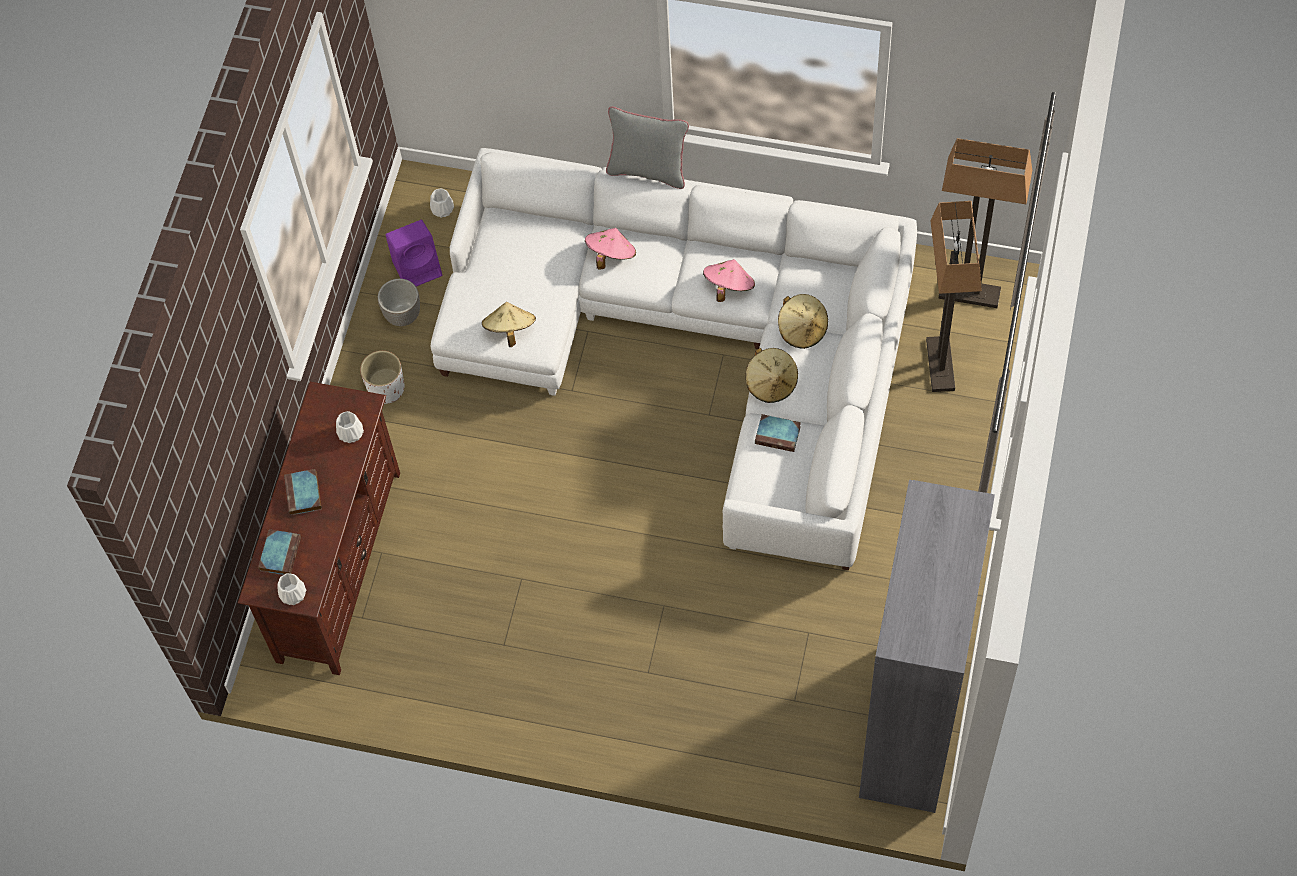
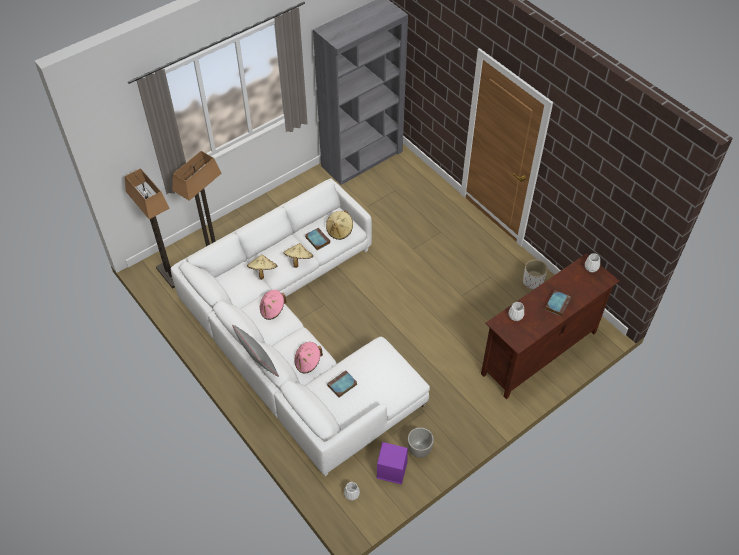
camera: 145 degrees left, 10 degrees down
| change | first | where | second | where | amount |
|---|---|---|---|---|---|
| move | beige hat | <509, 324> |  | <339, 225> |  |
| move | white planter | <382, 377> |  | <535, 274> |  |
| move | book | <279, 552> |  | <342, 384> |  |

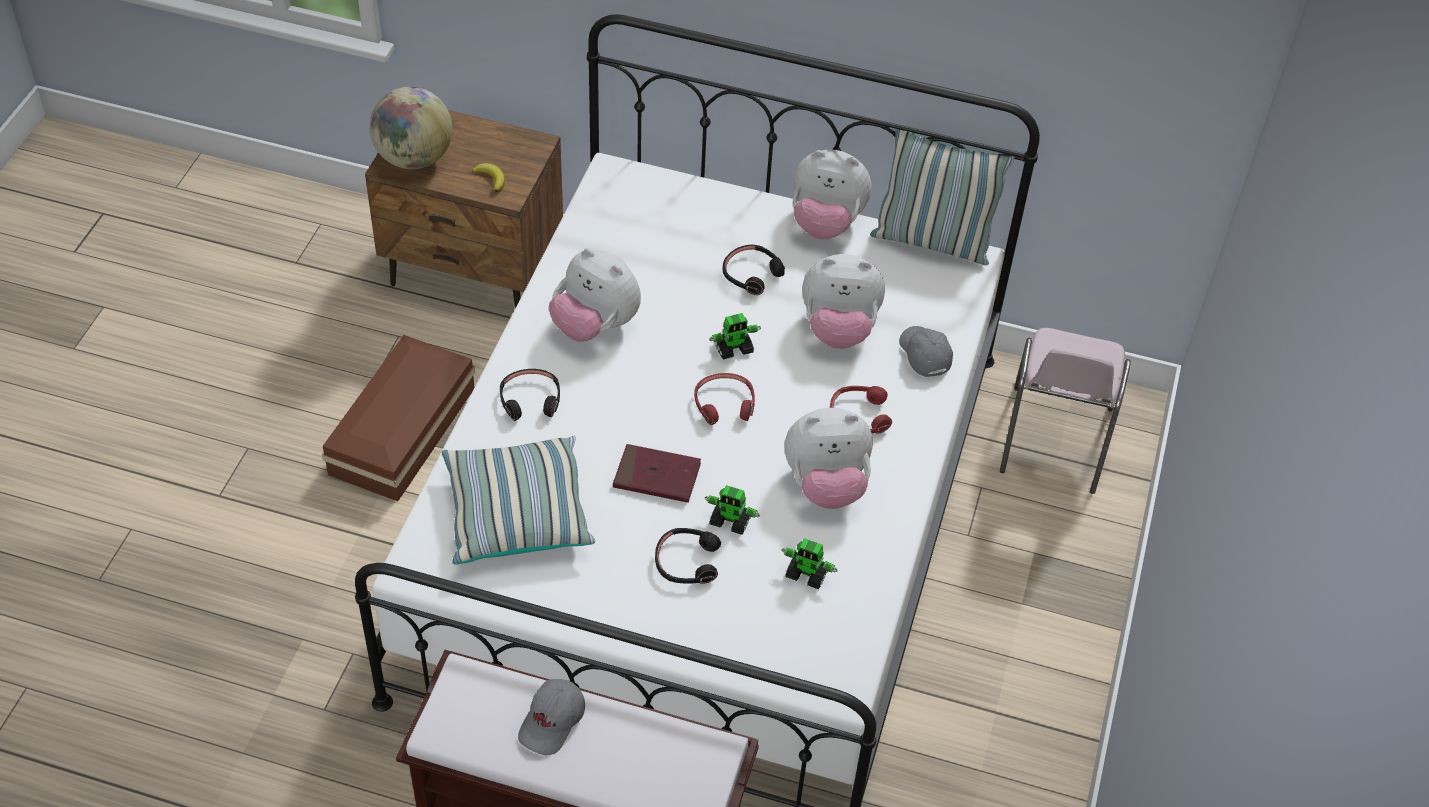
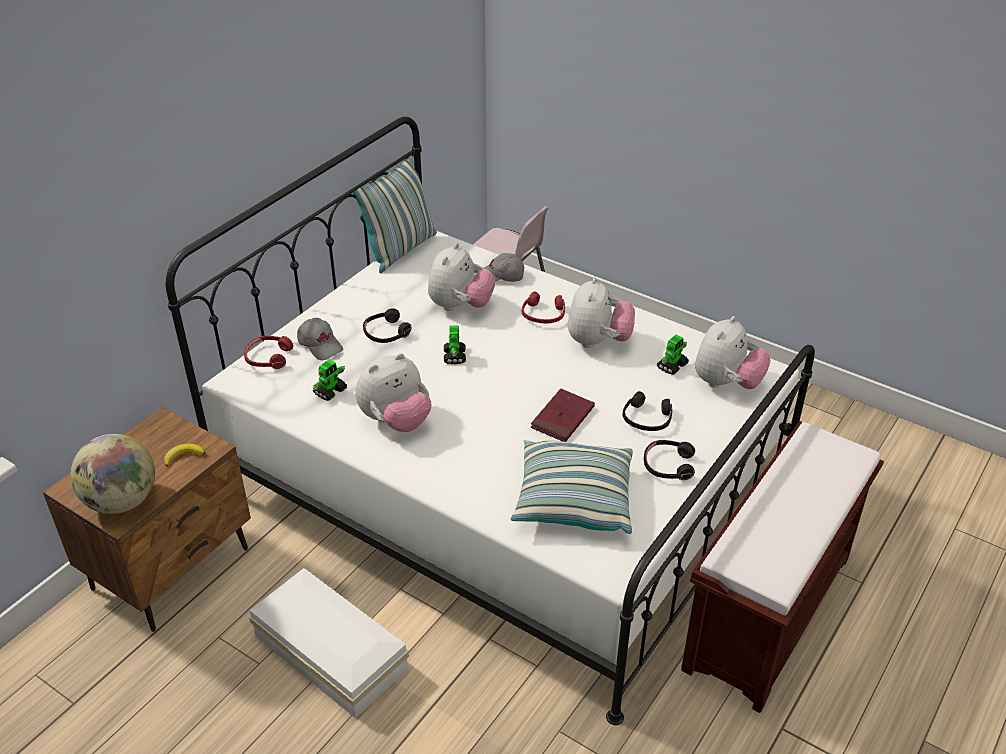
camera: 70 degrees left, 10 degrees down
| change | first | where | second | where | amount |
|---|---|---|---|---|---|
| move | plush toy | <832, 194> |  | <732, 352> |  |
| recolor | brown storage box | <398, 418> | white storage box | <329, 643> |  |
| move | black headphones | <530, 395> |  | <669, 460> |  |
| move | red headphones | <724, 399> |  | <268, 352> |  |
| move | toy robot | <732, 510> |  | <330, 380> |  |
| move | grey cap | <551, 717> |  | <320, 339> |  |

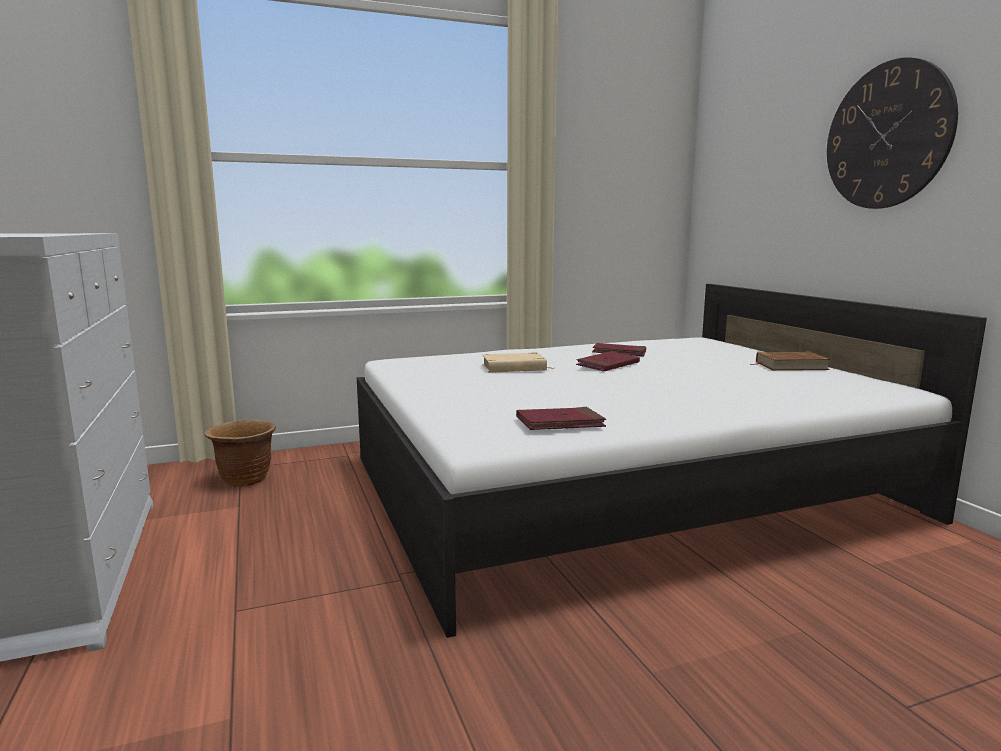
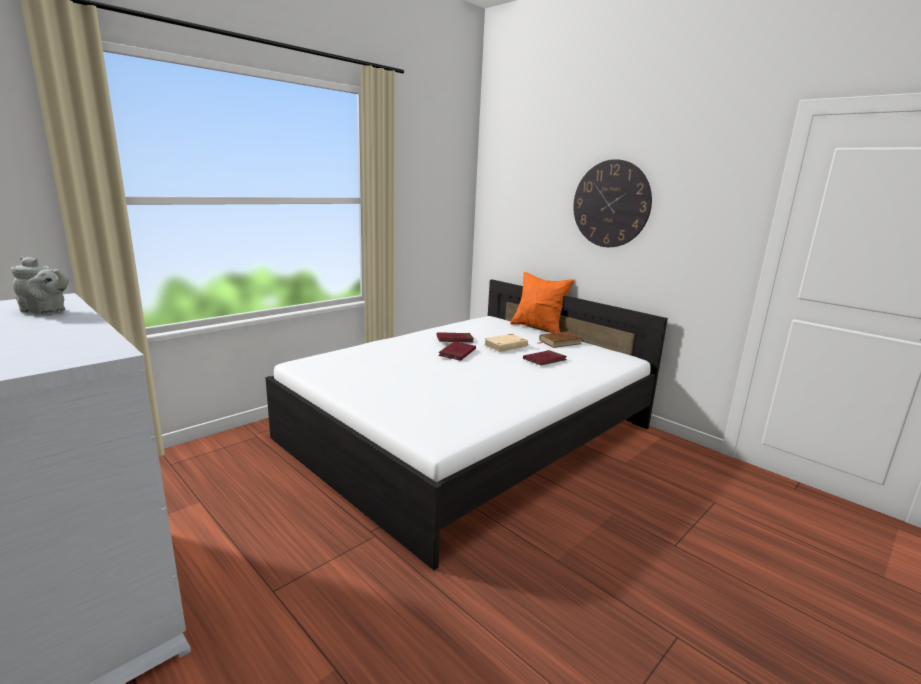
camera: 25 degrees left, 5 degrees up
| change | first | where | second | where | amount |
|---|---|---|---|---|---|
| move | beige book | <518, 363> |  | <506, 343> |  |
| move | red book | <561, 418> |  | <545, 358> |  |
| delete | brown planter | <240, 452> |  |  |  |
| insert |  |  | grey teapot | <40, 285> |  |
| insert |  |  | orange pillow | <542, 302> |  |

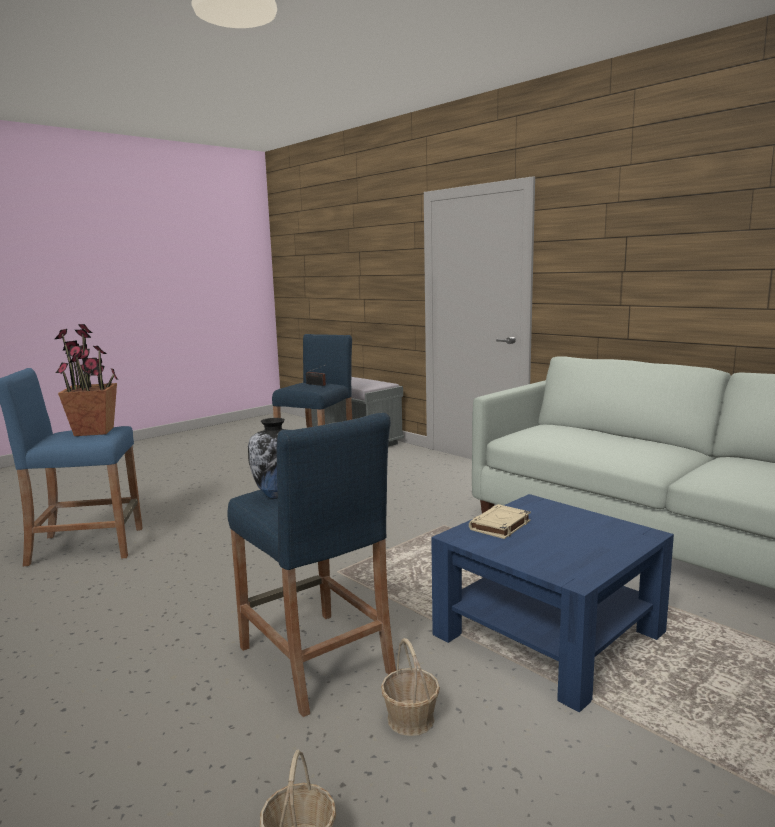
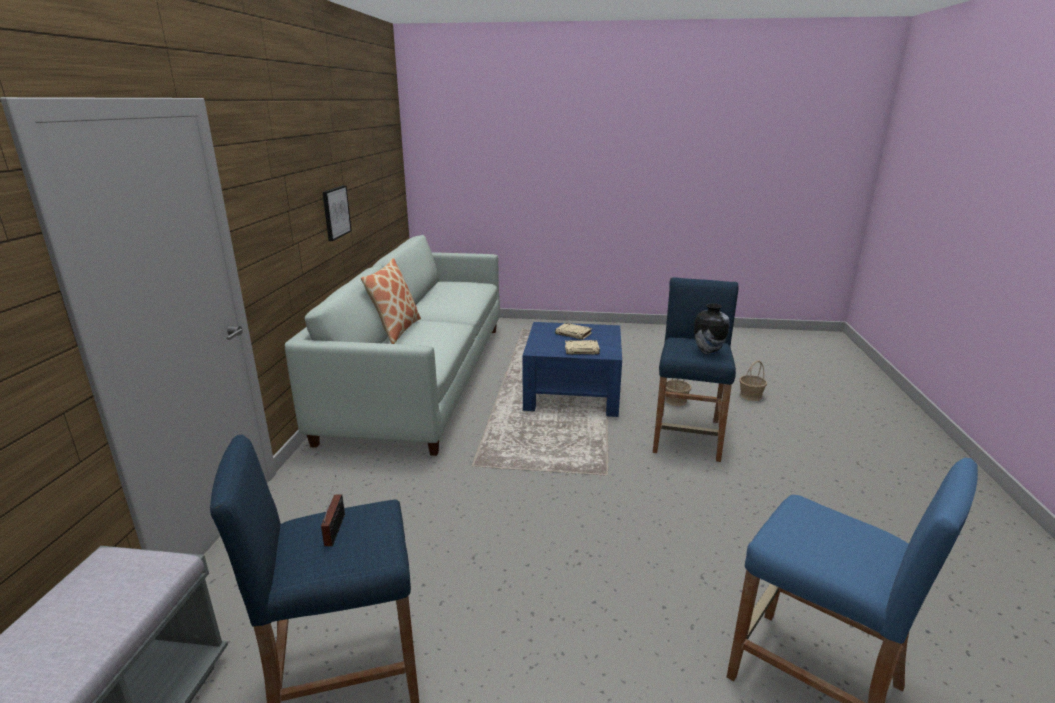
camera: 130 degrees left, 10 degrees up
| change | first | where | second | where | amount |
|---|---|---|---|---|---|
| delete | potted plant | <86, 380> |  |  |  |
| insert |  |  | picture | <337, 213> |  |
| insert |  |  | pillow | <391, 301> |  |
| insert |  |  | beige book | <573, 331> |  |

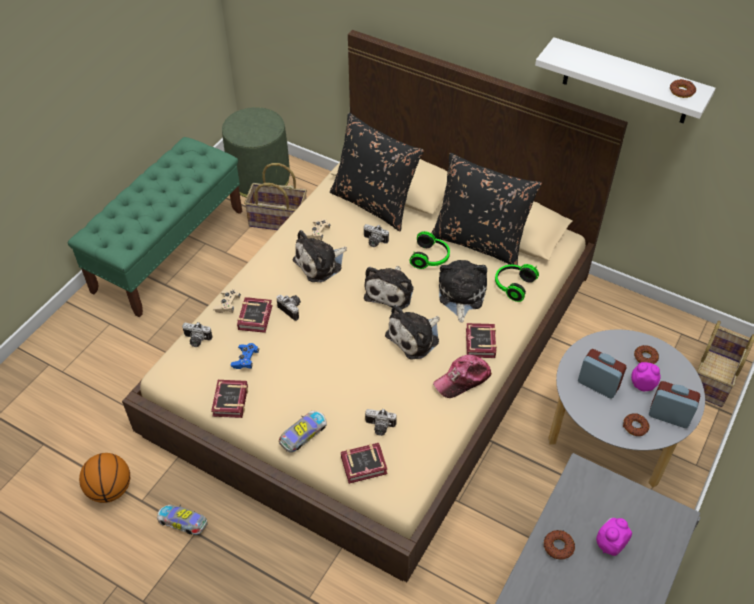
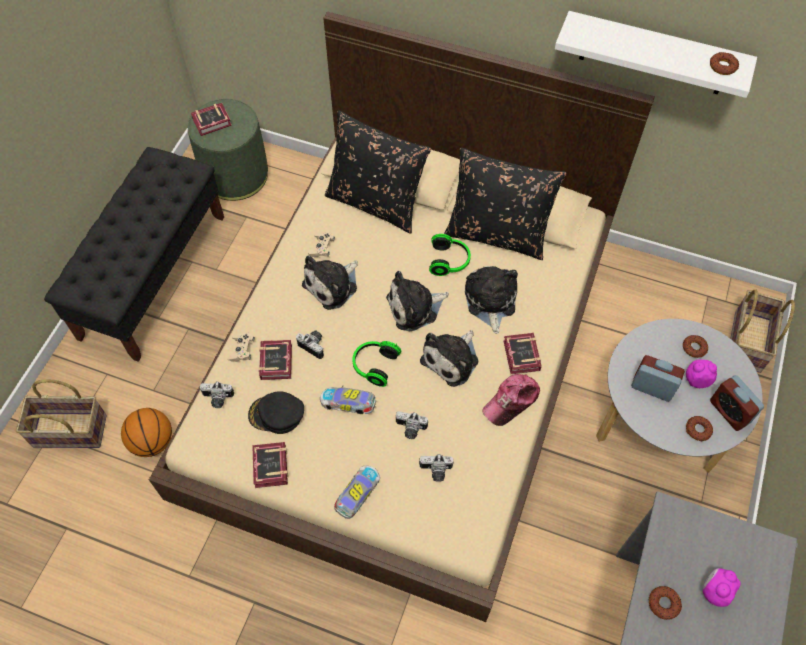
camera: 10 degrees left, 10 degrees up
| change | first | where | second | where | amount |
|---|---|---|---|---|---|
| recolor | green bench | <155, 227> | black bench | <134, 254> |  |
| move | basket | <275, 196> |  | <61, 413> |  |
| move | photo camera | <376, 235> |  | <412, 425> |  |
| move | headphones | <517, 283> |  | <376, 364> |  |
| rotate | plush toy | <389, 288> |  | <417, 301> | 60 degrees clockwise |
| replace | blue game controller | <245, 356> | black cap | <276, 412> |  |
| rotate | alarm clock | <674, 404> |  | <737, 403> | 135 degrees counterclockwise |
| move | book | <364, 463> |  | <211, 119> |  |
| move | basketball | <104, 478> |  | <146, 432> |  |
| move | toy car | <182, 520> |  | <348, 400> |  |

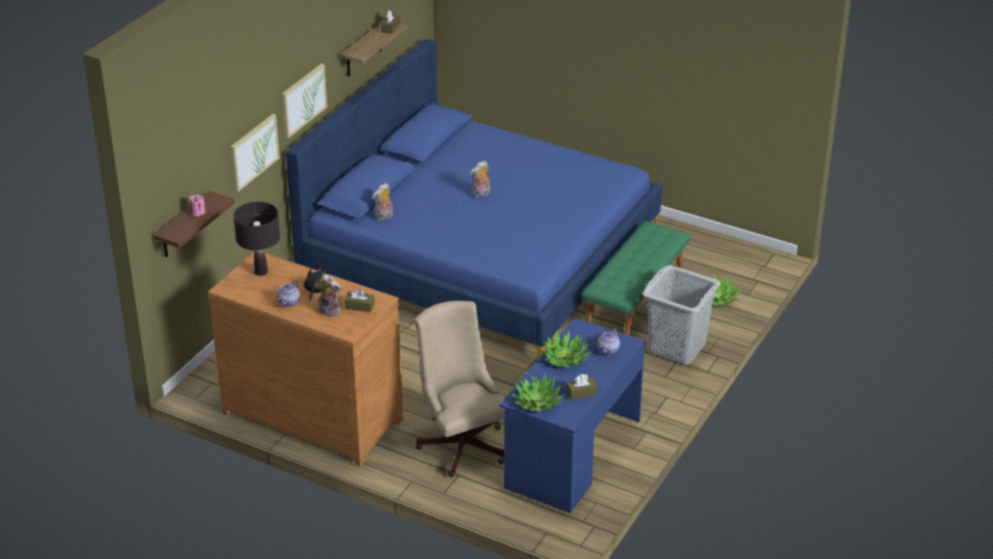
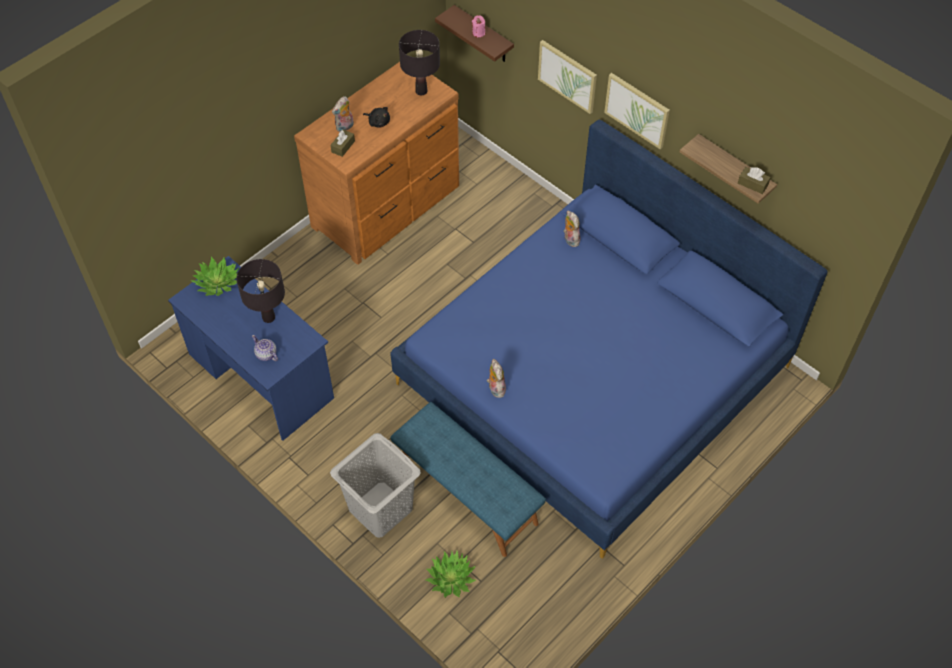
camera: 105 degrees right, 20 degrees up
| change | first | where | second | where | amount |
|---|---|---|---|---|---|
| move | plush toy | <480, 179> |  | <496, 378> |  |
| recolor | green bench | <636, 278> | blue bench | <468, 479> |  |
| delete | teapot | <288, 293> |  |  |  |
| delete | beige office chair | <459, 389> |  |  |  |
| replace | potted plant | <566, 349> | black table lamp | <260, 291> |  |
| delete | brown tissue box | <581, 387> |  |  |  |

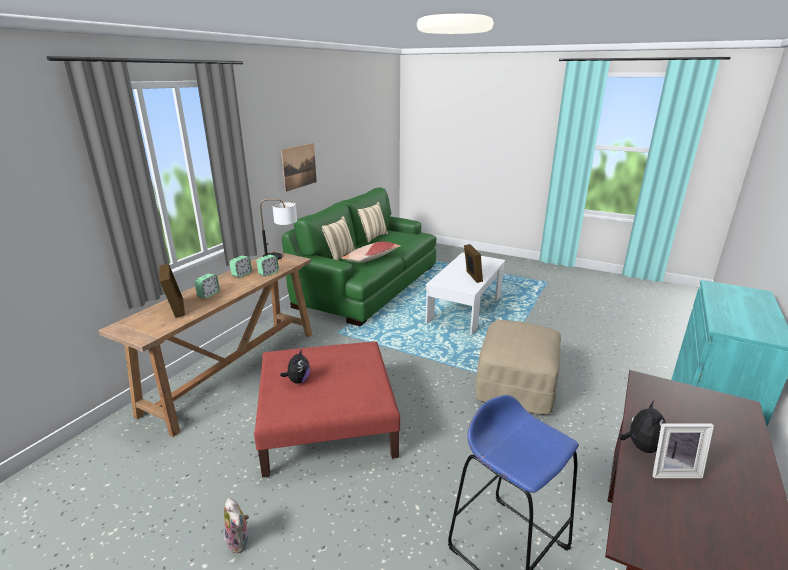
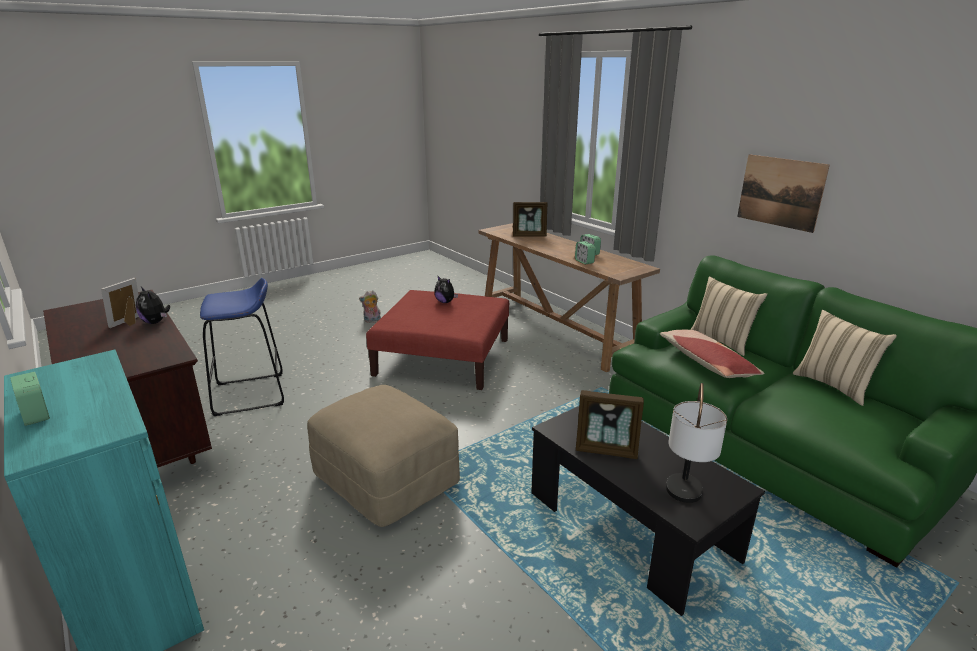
camera: 115 degrees right, 0 degrees up
| change | first | where | second | where | amount |
|---|---|---|---|---|---|
| move | table lamp | <278, 229> |  | <696, 443> |  |
| recolor | white coffee table | <465, 293> | black coffee table | <648, 511> |  |
| move | alarm clock | <207, 286> |  | <30, 399> |  |

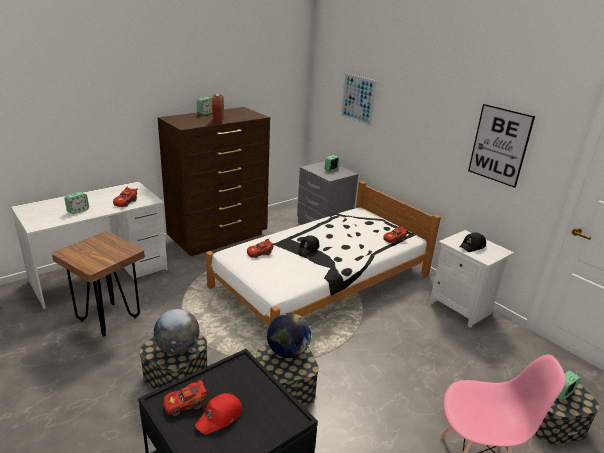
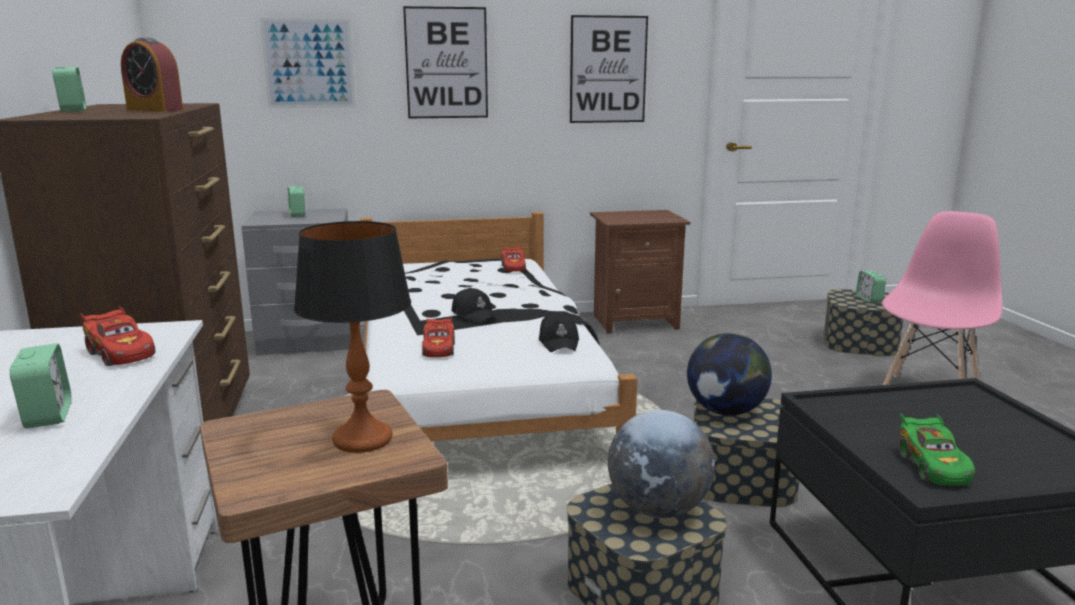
camera: 60 degrees left, 10 degrees down
| change | first | where | second | where | amount |
|---|---|---|---|---|---|
| recolor | white nightstand | <471, 279> | brown nightstand | <640, 271> |  |
| move | black cap | <473, 242> |  | <559, 332> |  |
| recolor | red toy car | <186, 397> | green toy car | <937, 449> |  |
| delete | red cap | <218, 413> |  |  |  |
| insert |  |  | picture | <445, 62> |  |
| insert |  |  | table lamp | <352, 337> |  |

